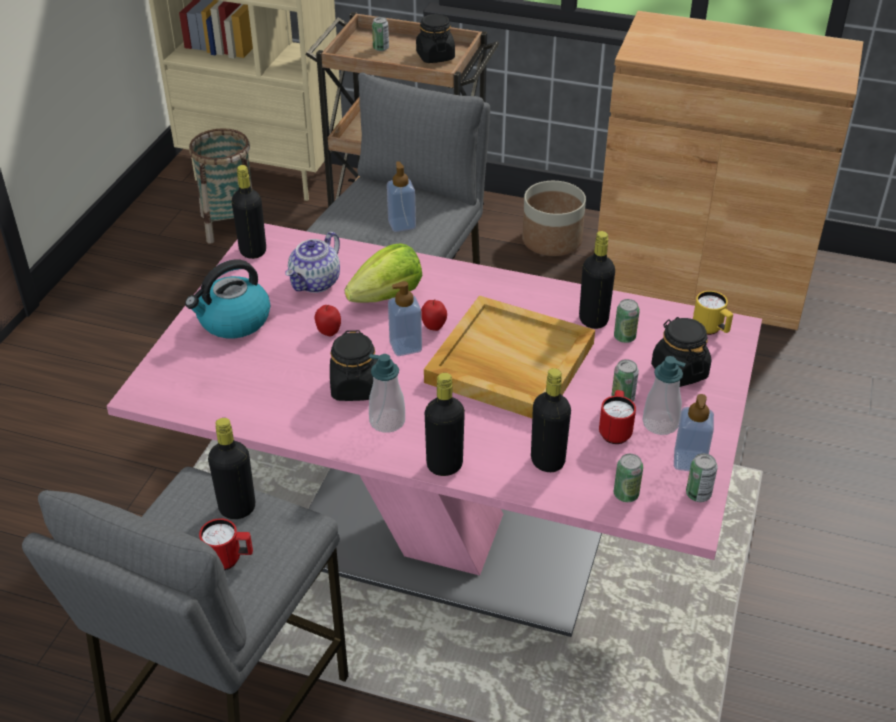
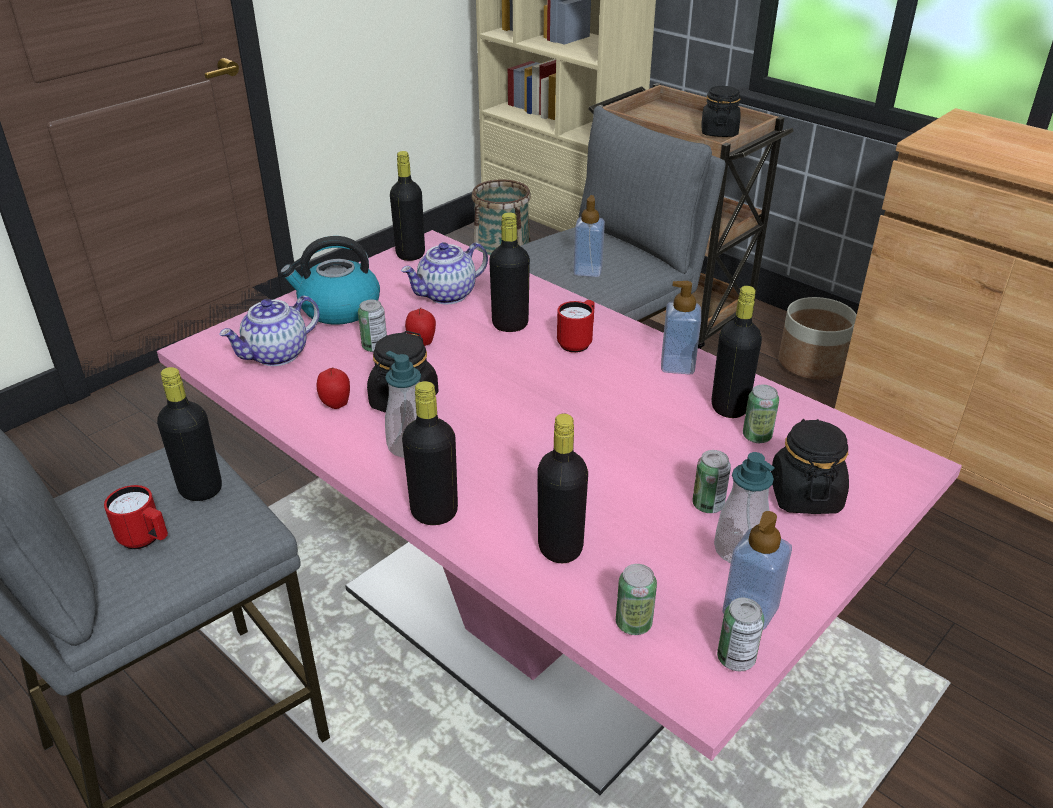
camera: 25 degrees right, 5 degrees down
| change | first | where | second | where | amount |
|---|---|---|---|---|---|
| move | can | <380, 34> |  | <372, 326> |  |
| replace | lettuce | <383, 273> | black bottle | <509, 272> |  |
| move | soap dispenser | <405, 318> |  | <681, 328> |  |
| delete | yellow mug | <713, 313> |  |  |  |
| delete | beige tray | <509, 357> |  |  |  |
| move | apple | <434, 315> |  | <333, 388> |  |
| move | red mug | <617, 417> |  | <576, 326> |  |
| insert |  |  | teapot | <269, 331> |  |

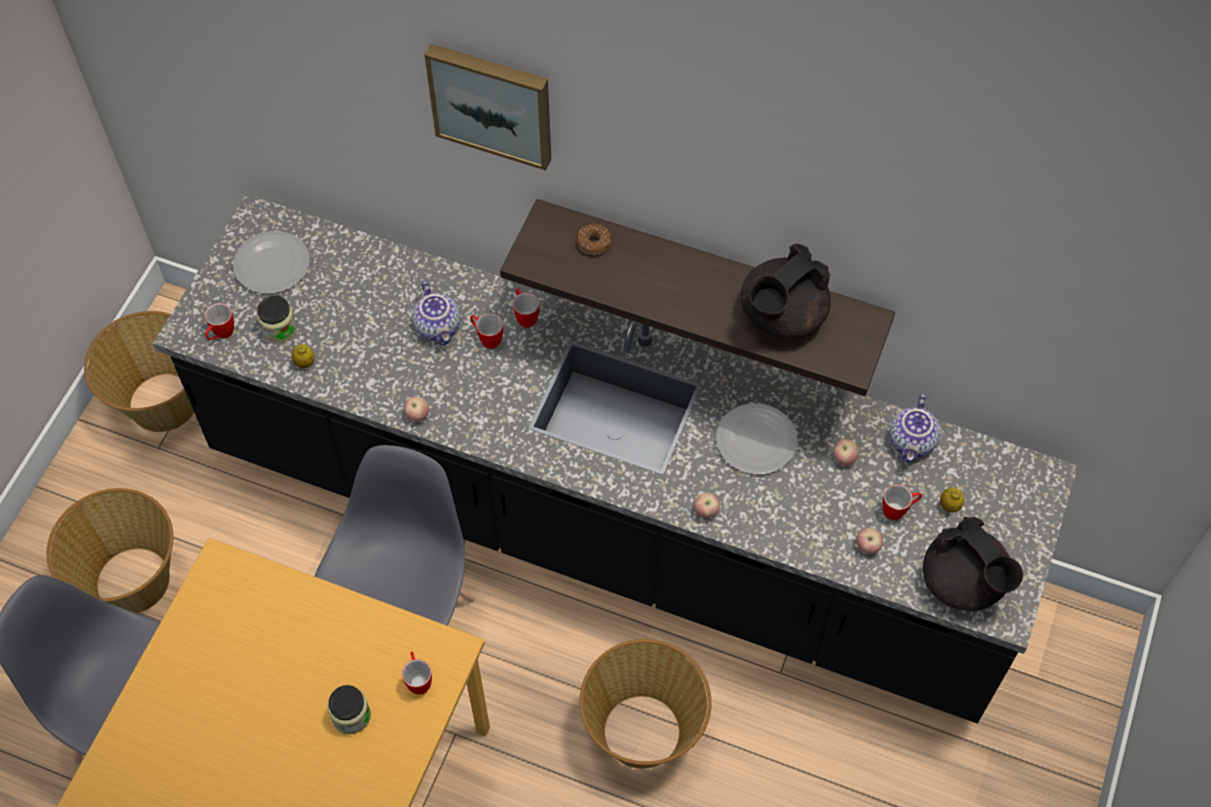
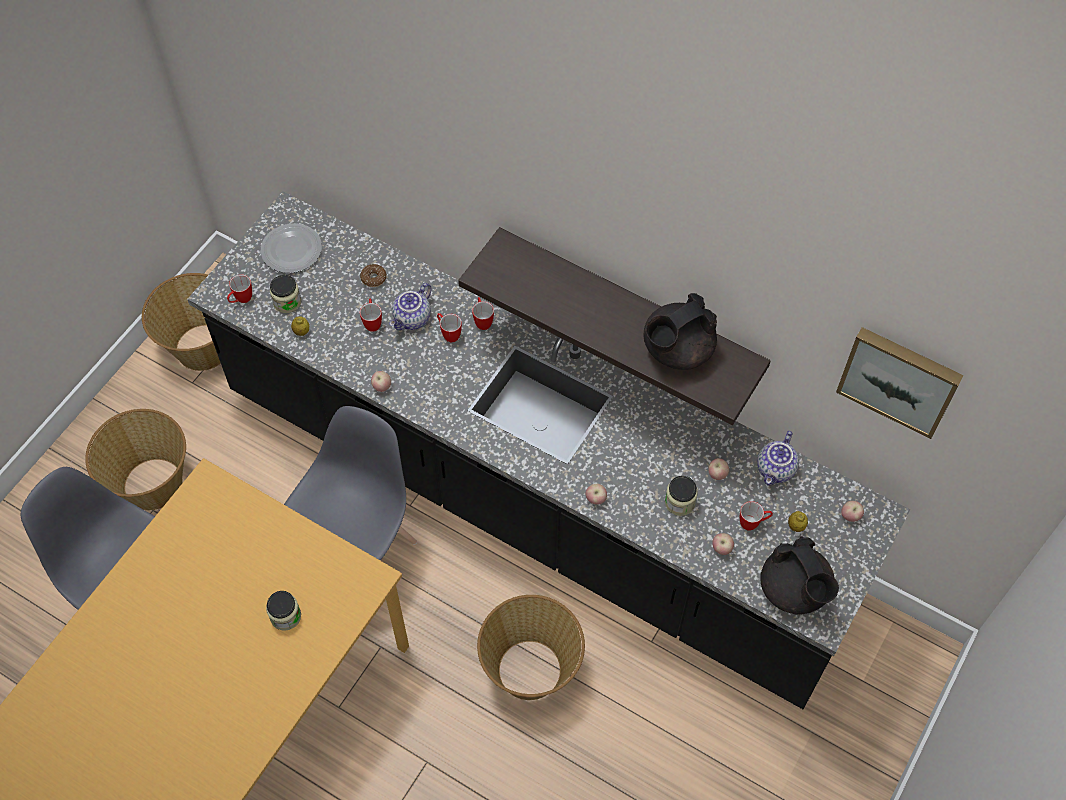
camera: 10 degrees right, 0 degrees up
| change | first | where | second | where | amount |
|---|---|---|---|---|---|
| move | picture | <488, 107> |  | <900, 383> |  |
| move | donut | <594, 239> |  | <373, 275> |  |
| rotate | teapot | <436, 313> |  | <410, 307> | 45 degrees clockwise |
| delete | plate | <756, 438> |  |  |  |
| move | mug | <417, 673> |  | <371, 315> |  |
| insert |  |  | jar | <681, 496> |  |
| insert |  |  | apple | <852, 511> |  |

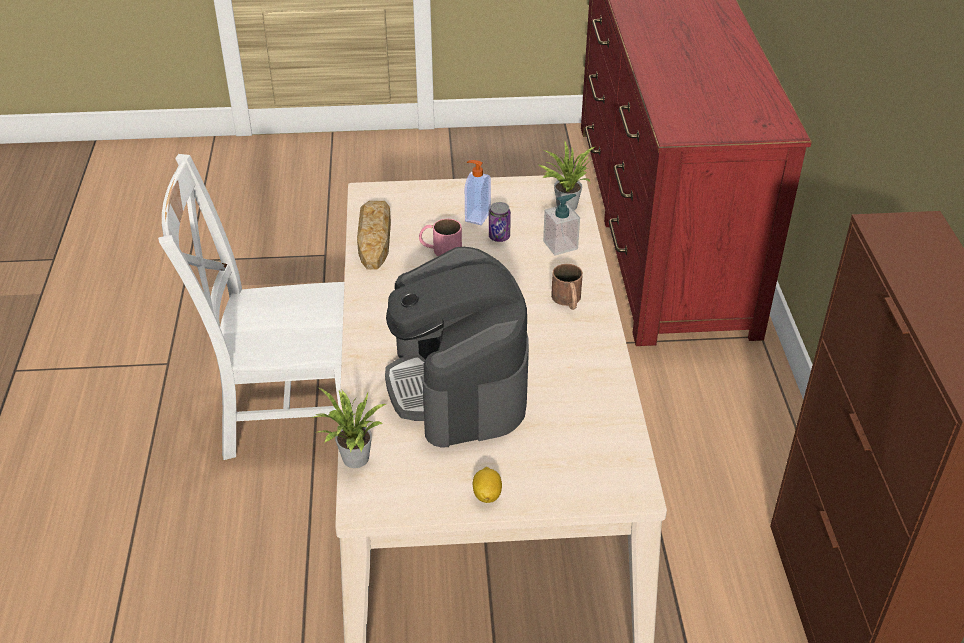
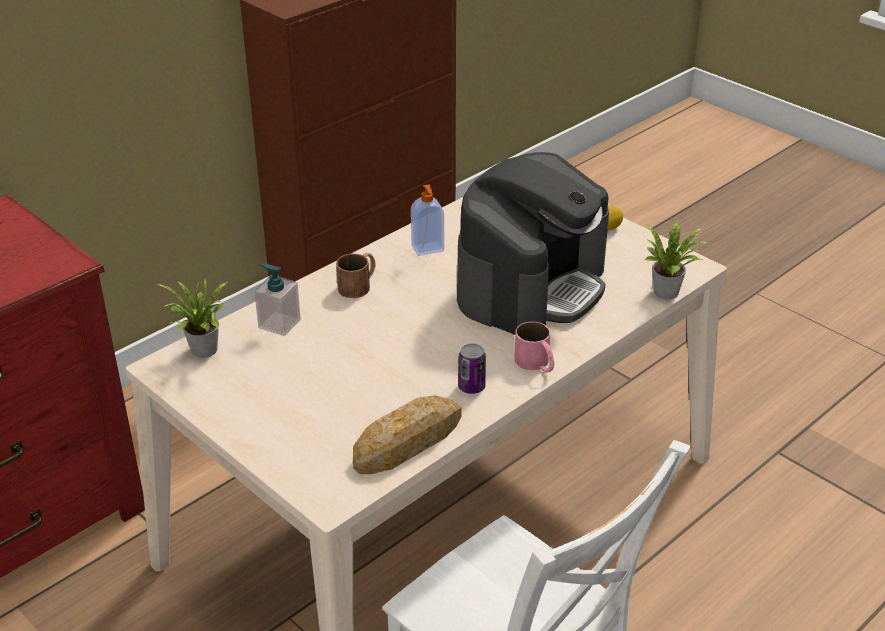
camera: 130 degrees left, 5 degrees down
| change | first | where | second | where | amount |
|---|---|---|---|---|---|
| move | soap dispenser | <478, 192> |  | <427, 220> |  |
| move | can | <500, 222> |  | <472, 368> |  |
| move | pink mug | <440, 237> |  | <534, 347> |  |

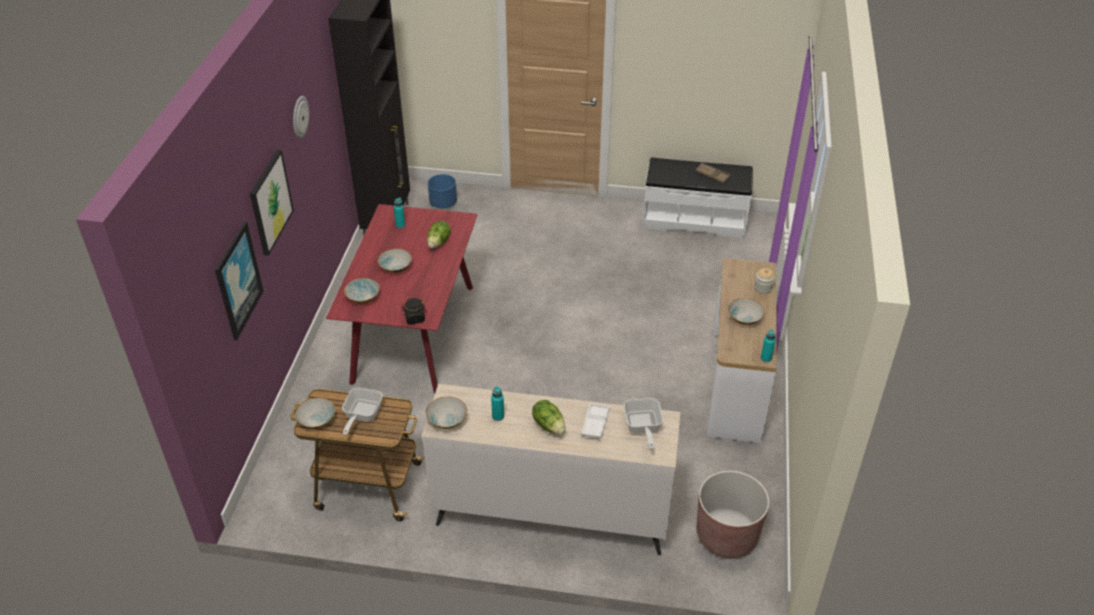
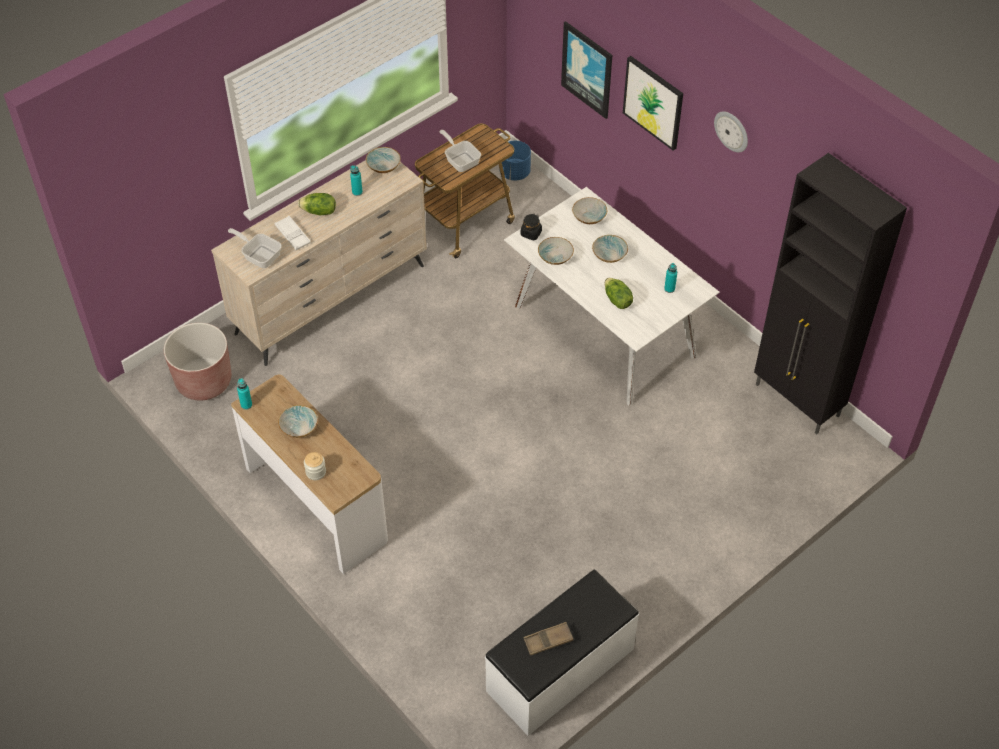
camera: 130 degrees right, 10 degrees up
| change | first | where | second | where | amount |
|---|---|---|---|---|---|
| move | blue planter | <442, 191> |  | <515, 161> |  |
| recolor | red dining table | <402, 299> | white dining table | <612, 296> |  |
| move | bowl | <315, 413> |  | <556, 251> |  |

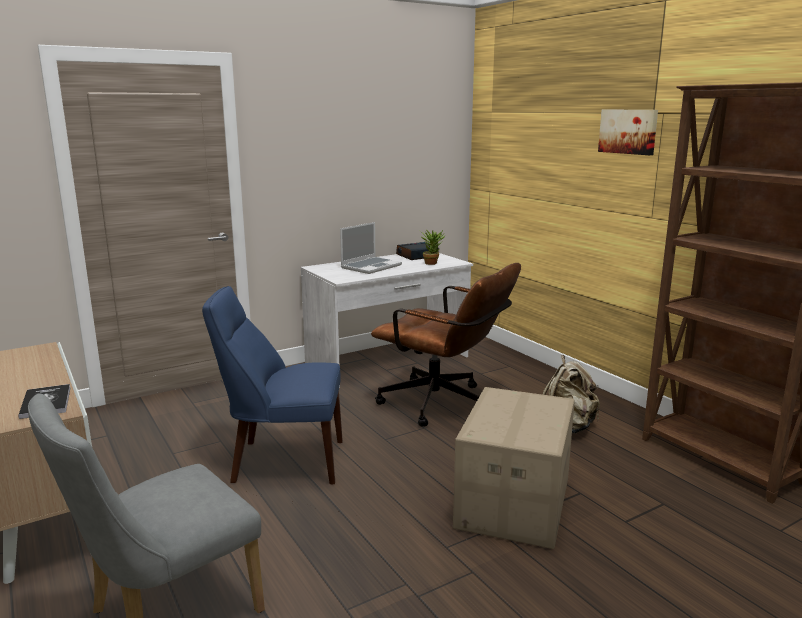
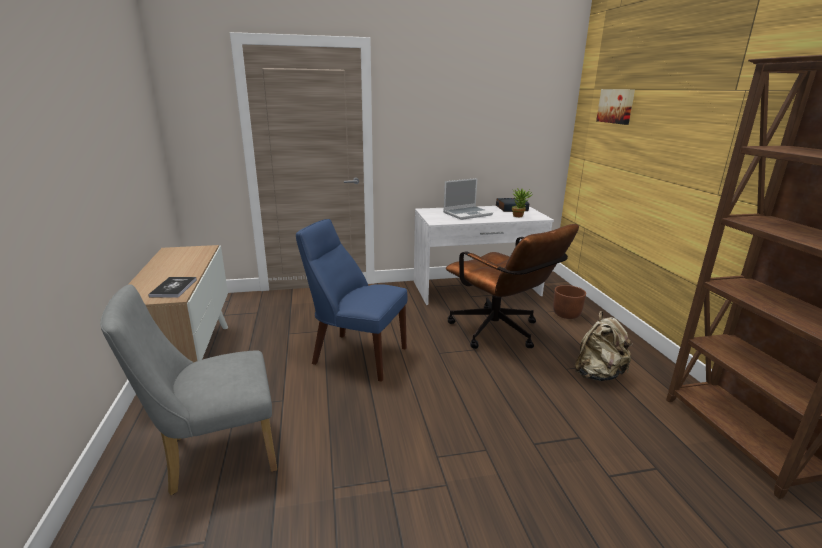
camera: 20 degrees right, 5 degrees up
| change | first | where | second | where | amount |
|---|---|---|---|---|---|
| move | picture | <628, 132> |  | <615, 107> |  |
| delete | cardboard box | <514, 468> |  |  |  |
| insert |  |  | brown planter | <569, 302> |  |

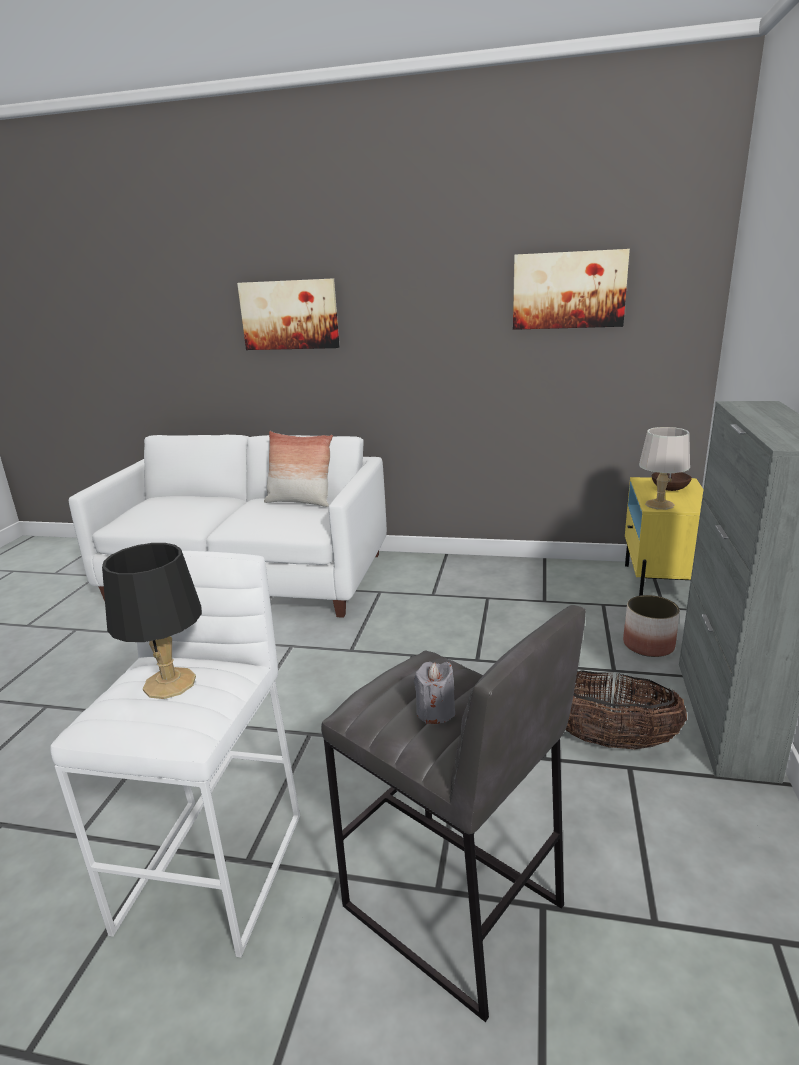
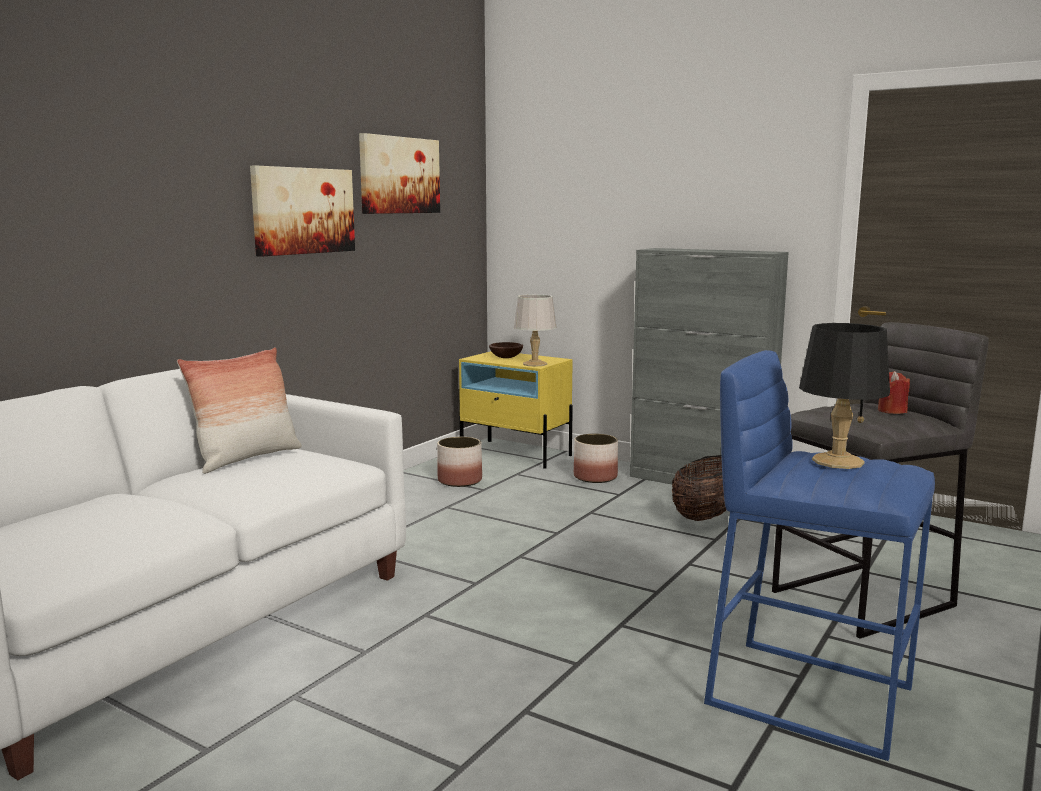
camera: 70 degrees left, 10 degrees down
| change | first | where | second | where | amount |
|---|---|---|---|---|---|
| move | picture | <288, 314> |  | <302, 211> |  |
| recolor | white stool | <175, 754> | blue stool | <819, 555> |  |
| recolor | grey candle | <434, 693> | red candle | <894, 392> |  |
| insert |  |  | planter | <459, 462> |  |

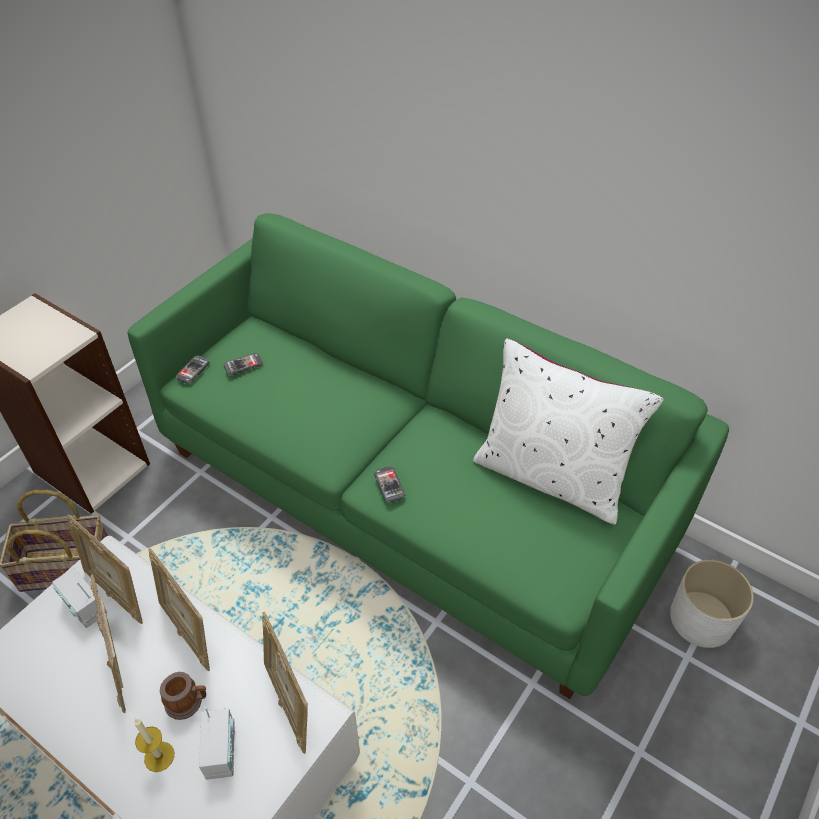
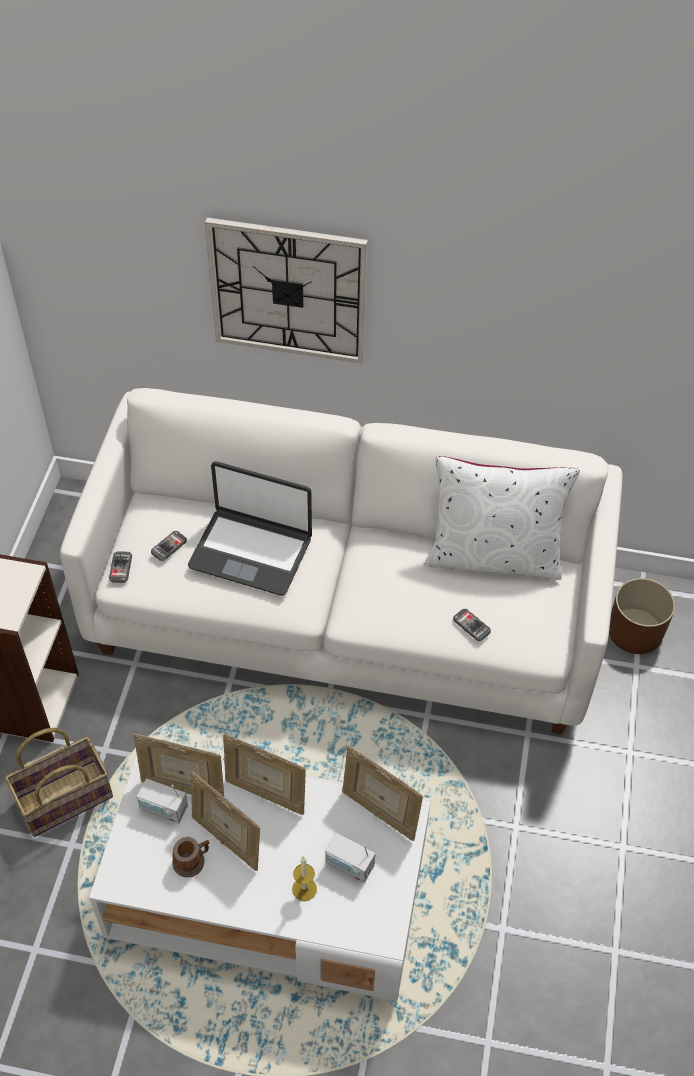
camera: 25 degrees left, 5 degrees up
| change | first | where | second | where | amount |
|---|---|---|---|---|---|
| recolor | green sofa | <428, 456> | white sofa | <341, 561> |  |
| move | phone | <389, 484> |  | <472, 625> |  |
| recolor | white planter | <712, 604> | brown planter | <642, 616> |  |
| move | mug | <183, 696> |  | <191, 857> |  |
| rotate | radio | <217, 743> |  | <350, 858> | 150 degrees clockwise |
| insert |  |  | wall clock | <286, 291> |  |
| insert |  |  | laptop | <250, 528> |  |

